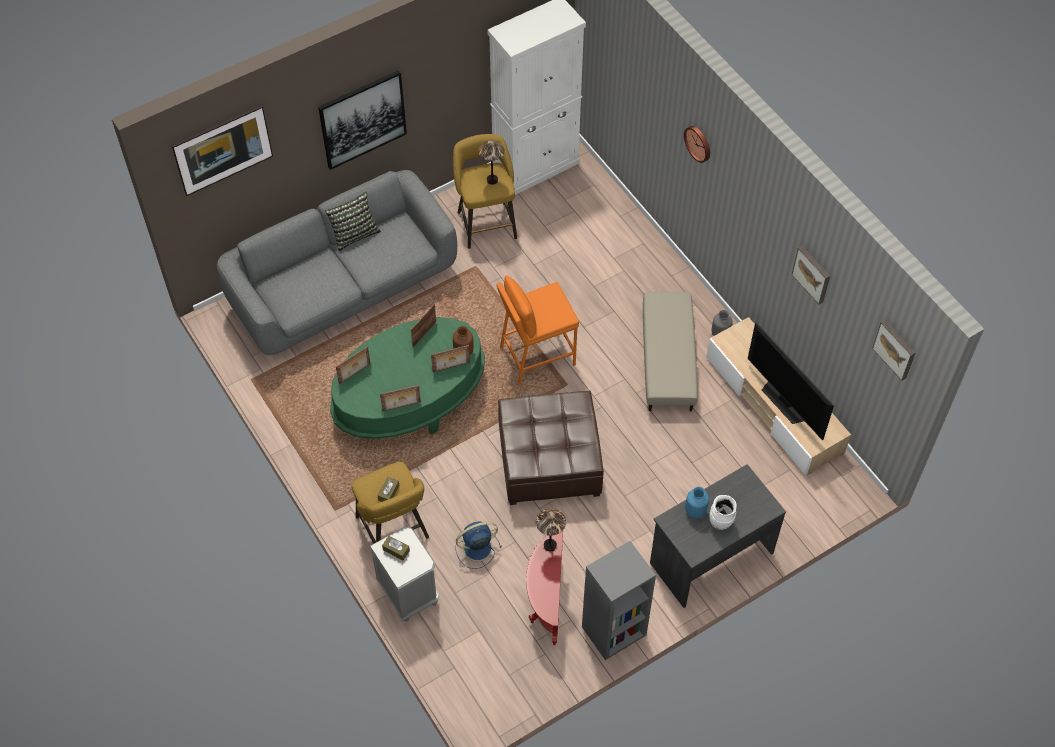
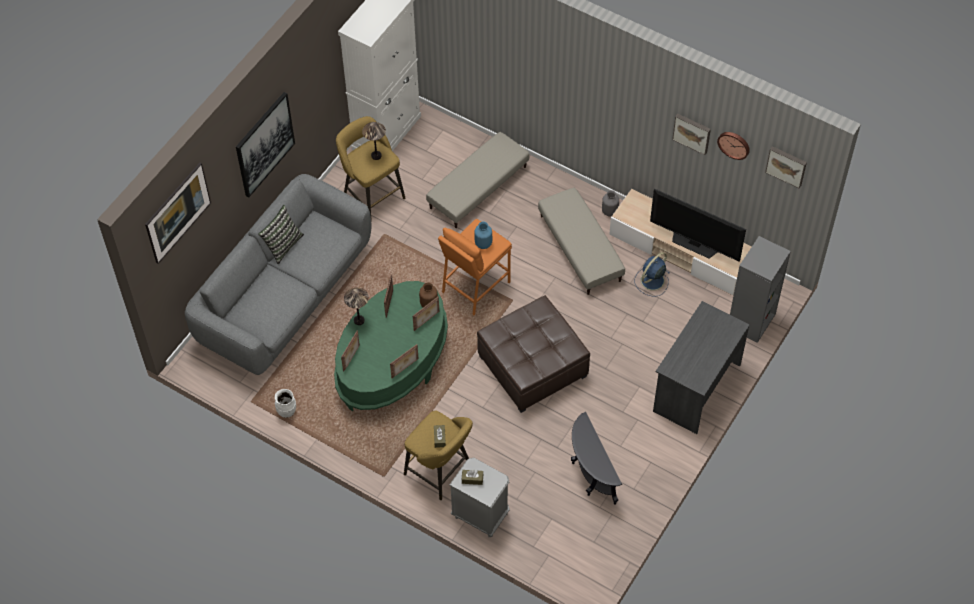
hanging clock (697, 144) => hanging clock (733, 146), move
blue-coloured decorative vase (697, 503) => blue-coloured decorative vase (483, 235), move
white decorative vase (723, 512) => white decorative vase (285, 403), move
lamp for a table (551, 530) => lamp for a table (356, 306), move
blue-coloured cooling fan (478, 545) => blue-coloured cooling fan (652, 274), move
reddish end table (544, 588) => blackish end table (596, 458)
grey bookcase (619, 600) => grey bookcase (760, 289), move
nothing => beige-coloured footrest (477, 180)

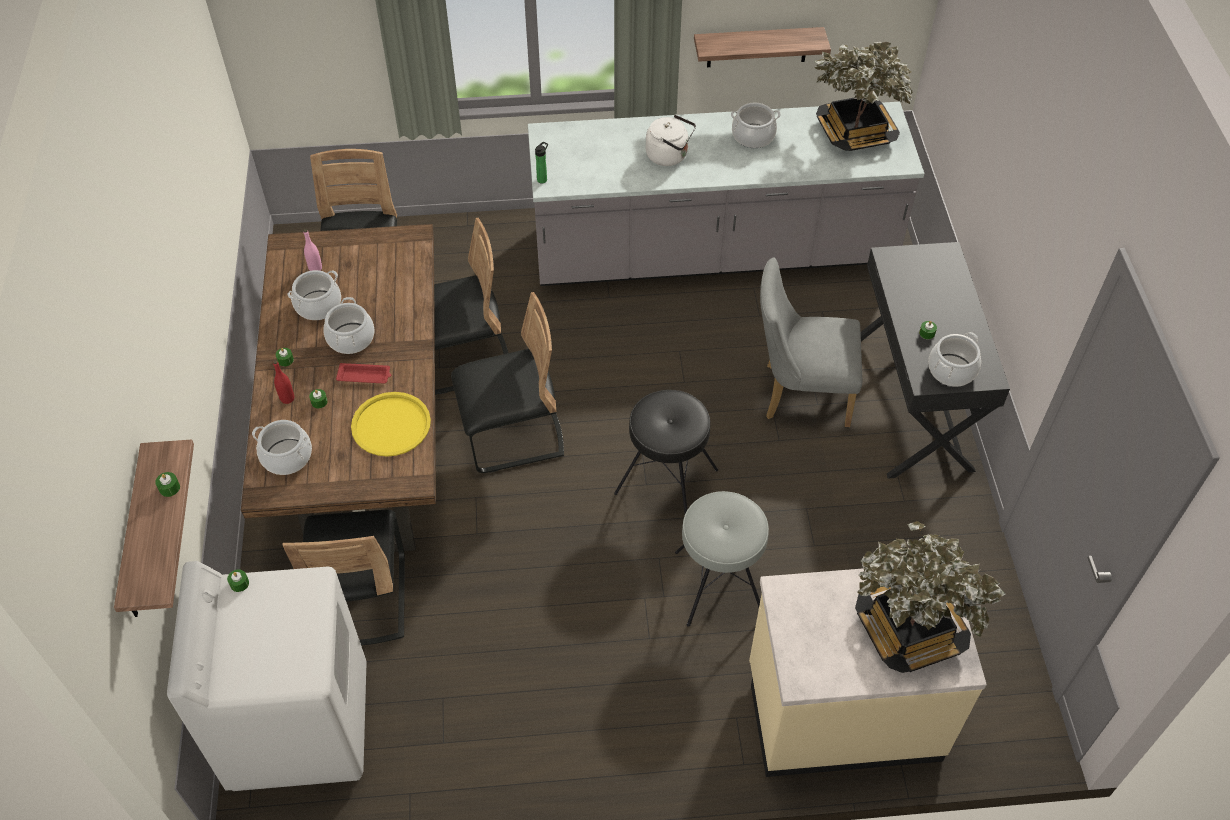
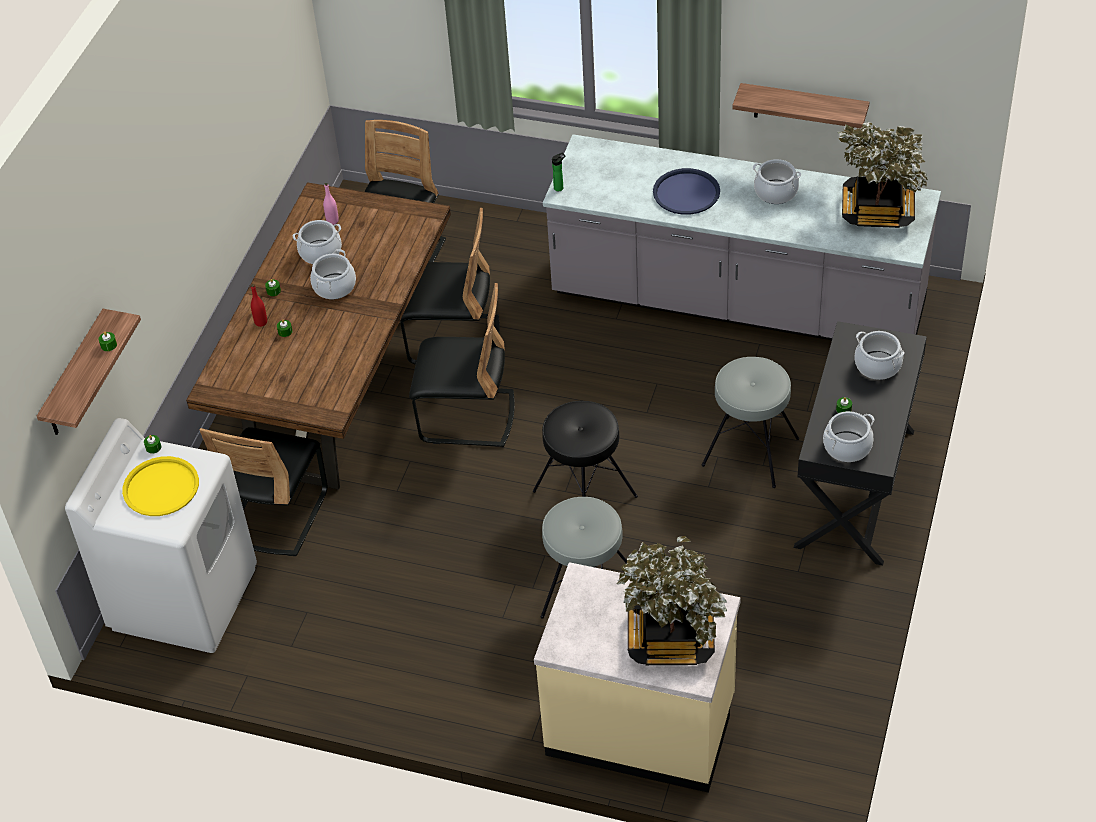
white kettle (671, 140) => blue-coloured tray (686, 191)
grey plain chair (811, 342) => grey sitting stool (750, 422)
reddish tray (363, 373) => nothing
yellow tray (391, 424) => yellow tray (160, 486), move
stockpot (282, 447) => stockpot (879, 355), move

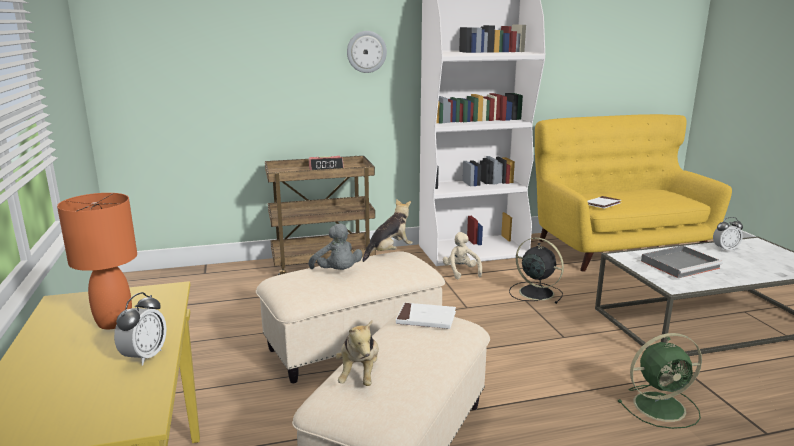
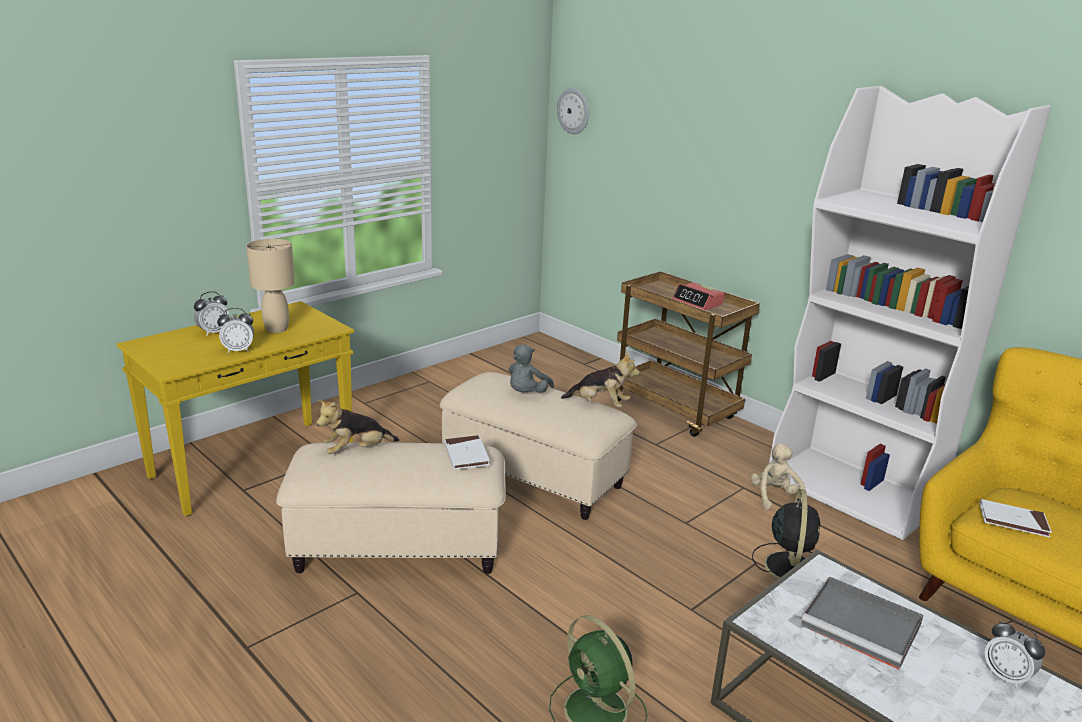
hanging clock (367, 52) => hanging clock (573, 111), move
orangey lamp for a table (97, 261) => beige-coloured lamp for a table (270, 286)
beige-coloured cuddly toy (462, 255) => beige-coloured cuddly toy (778, 476), 45 degrees counterclockwise
nothing => alarm clock (211, 313)

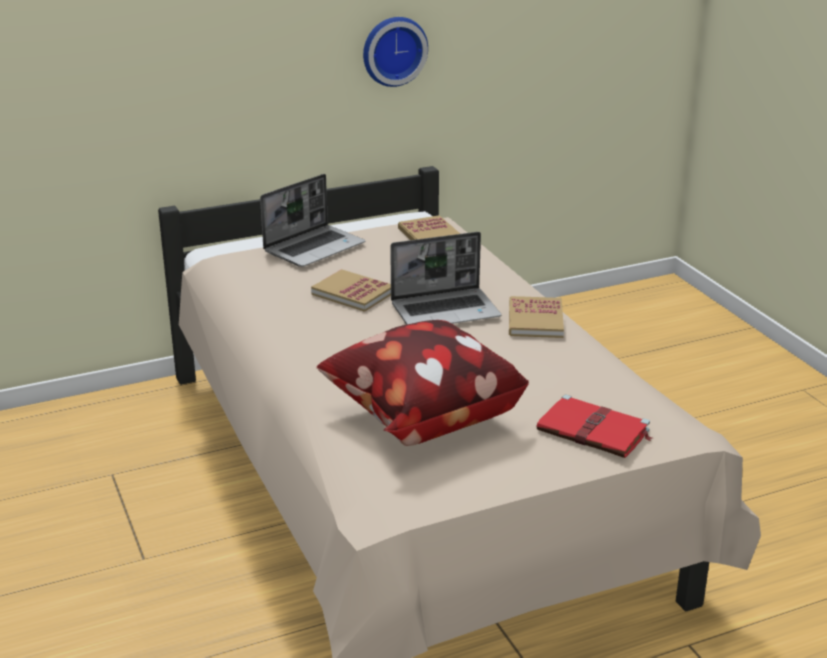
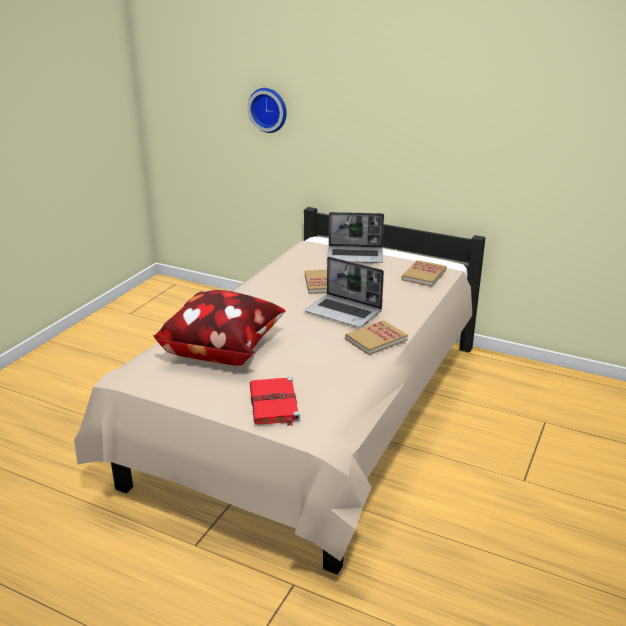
hanging clock (395, 52) => hanging clock (267, 110), move

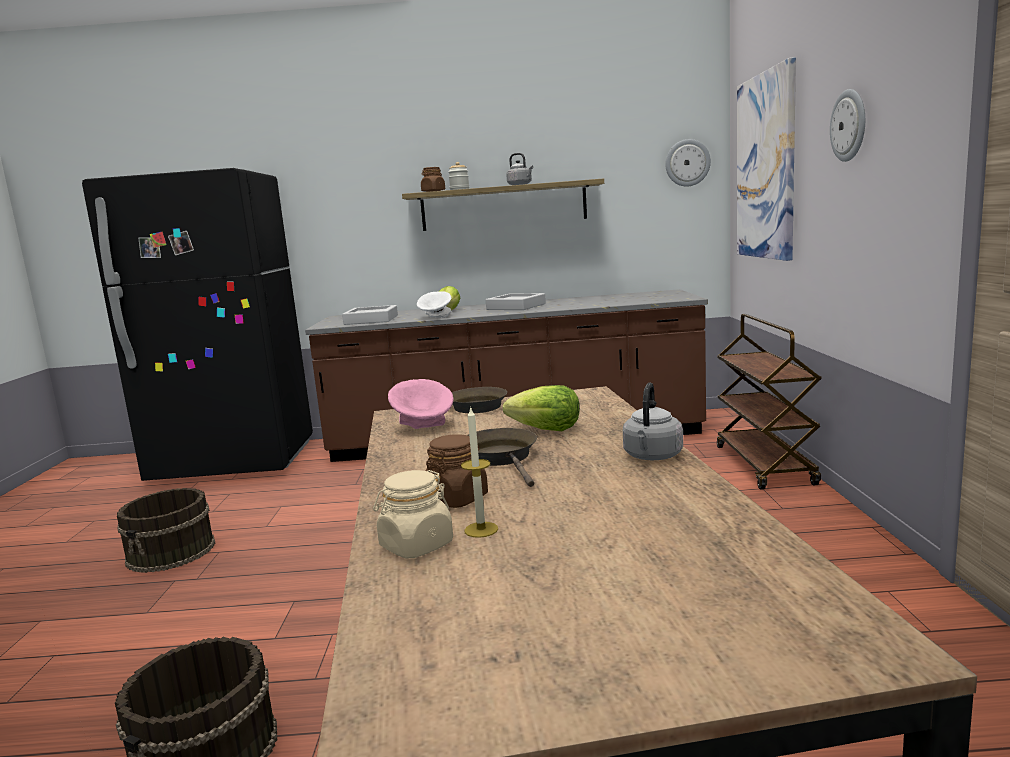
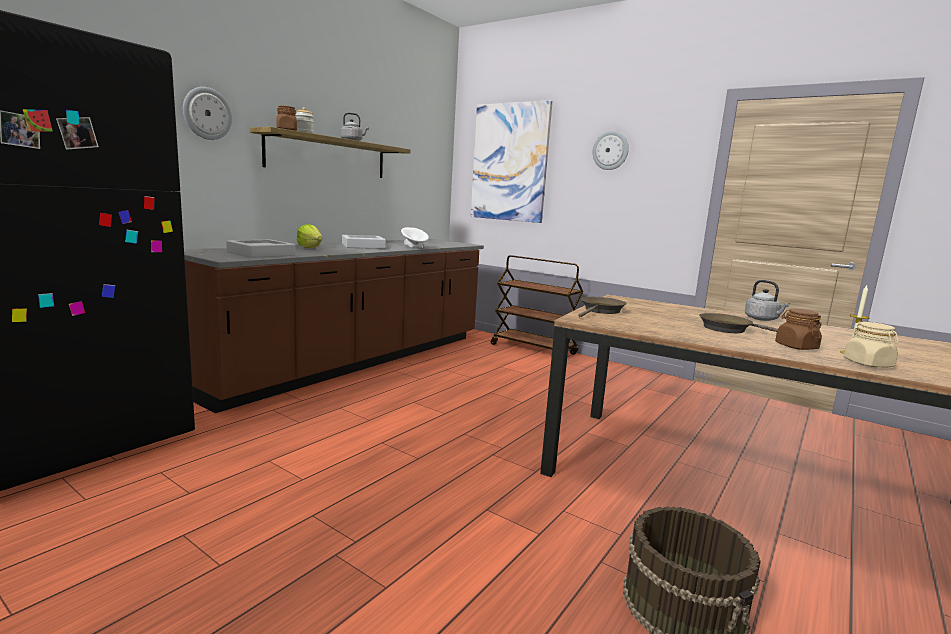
hanging clock (688, 163) => hanging clock (207, 113), move
white deep dish (433, 304) => white deep dish (415, 237), move
pink-coloured deep dish (420, 404) => nothing
head of lettuce (541, 408) => nothing
brown-coloured pail (166, 530) => nothing

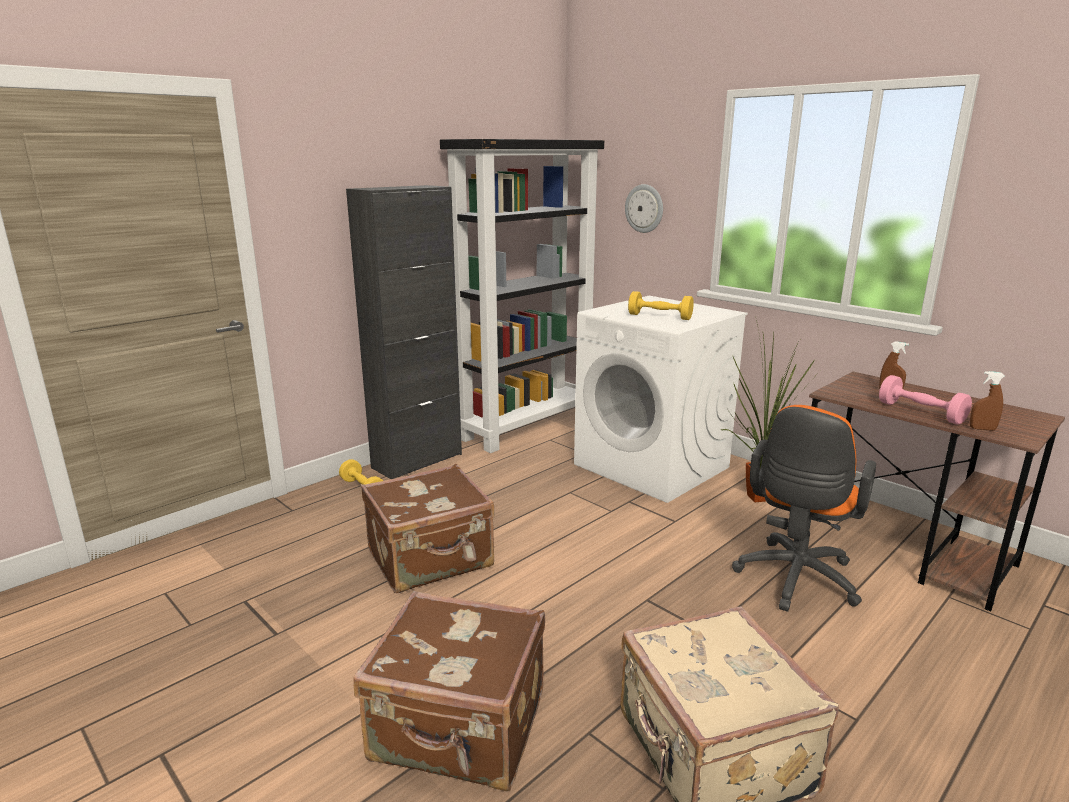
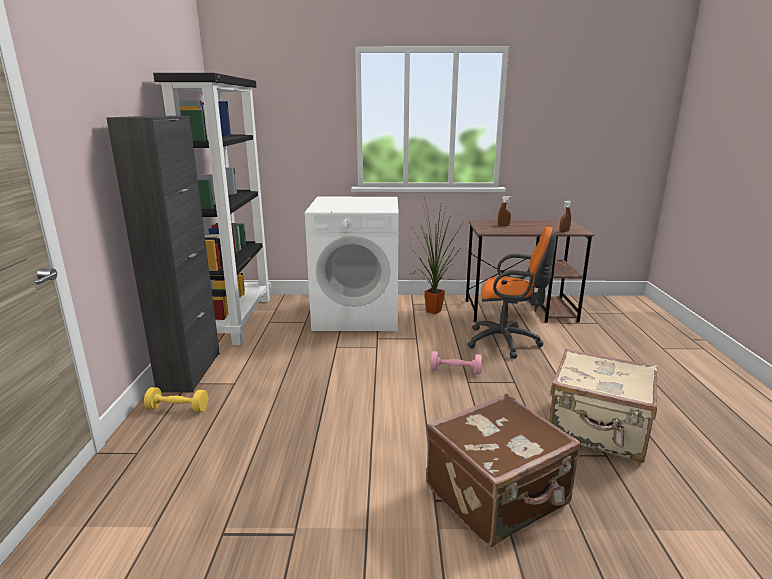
hanging clock (644, 208) => nothing
yellow dumbbell (661, 305) => nothing
pink-coloured dumbbell (925, 399) => pink-coloured dumbbell (456, 362), move
orangey office chair (804, 508) => orangey office chair (511, 293), 60 degrees counterclockwise
brown-coloured suitcase (427, 528) => nothing

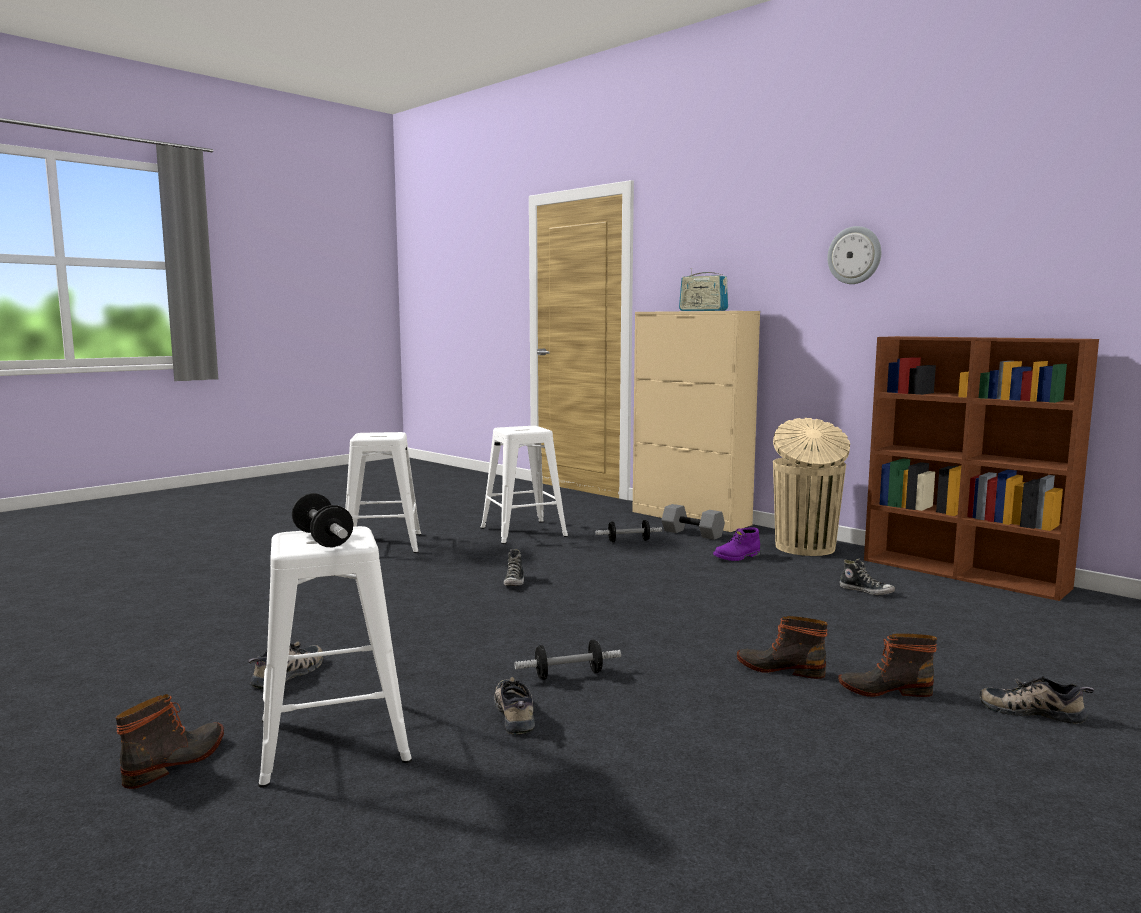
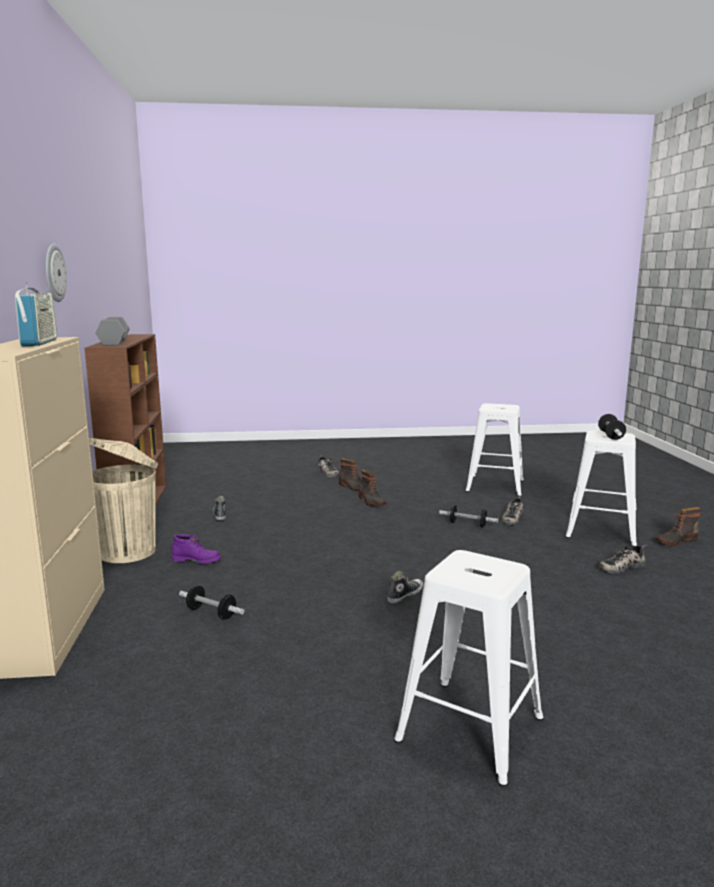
white sitting stool (524, 485) => white sitting stool (495, 450), move
grey dumbbell (693, 522) => grey dumbbell (113, 331), move

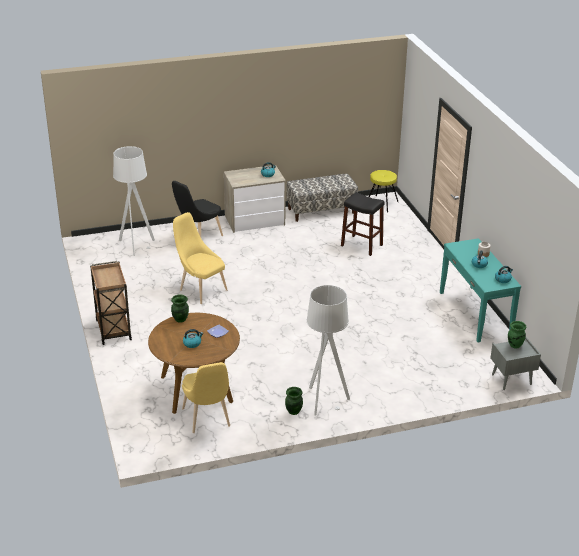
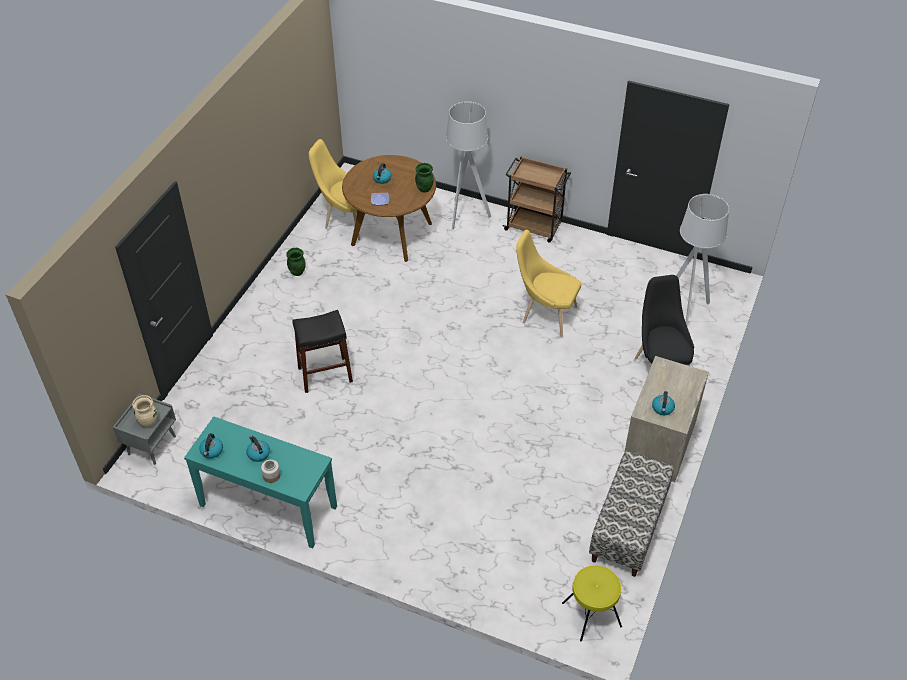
blackish sitting stool (362, 224) => blackish sitting stool (322, 351), move
yellow plain chair (200, 258) => yellow plain chair (548, 283), 150 degrees counterclockwise
grey standing lamp (328, 350) => grey standing lamp (468, 165), move
green decorative vase (517, 335) => beige-coloured decorative vase (144, 411)

